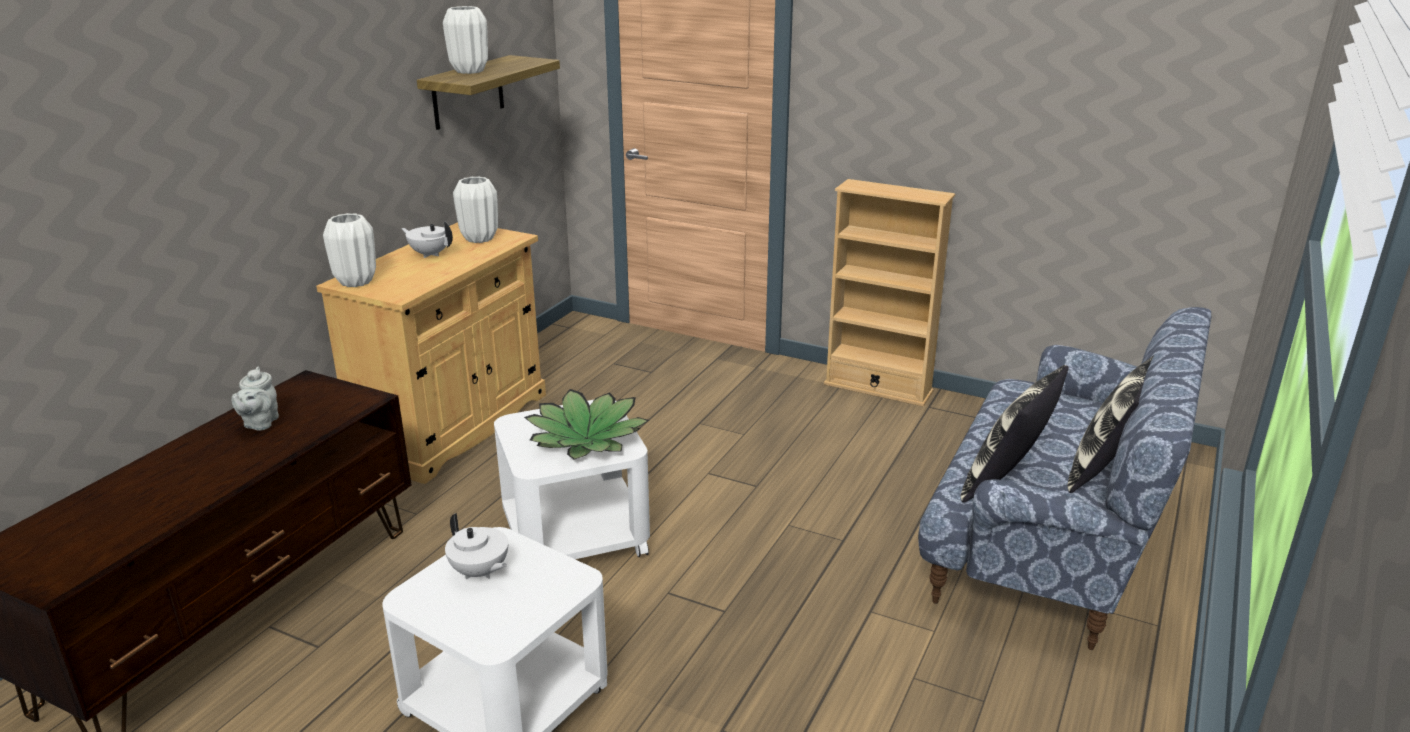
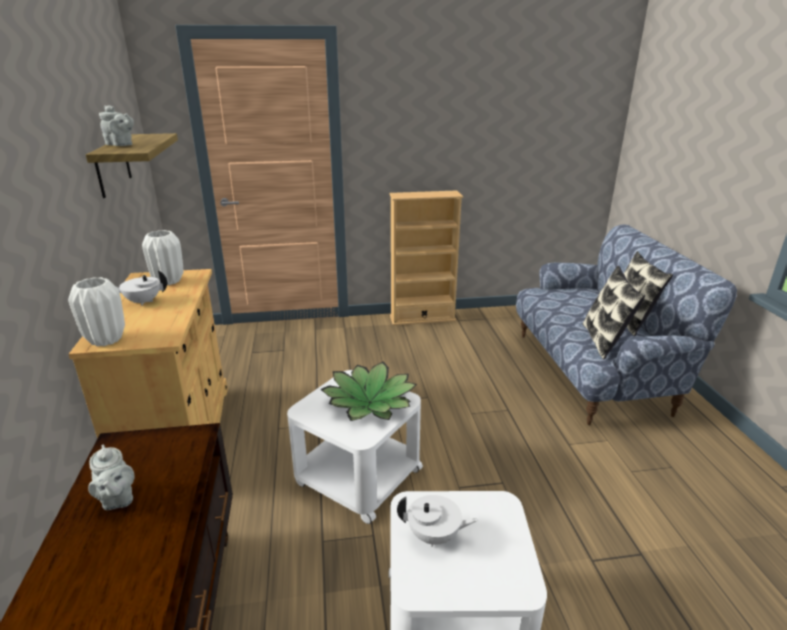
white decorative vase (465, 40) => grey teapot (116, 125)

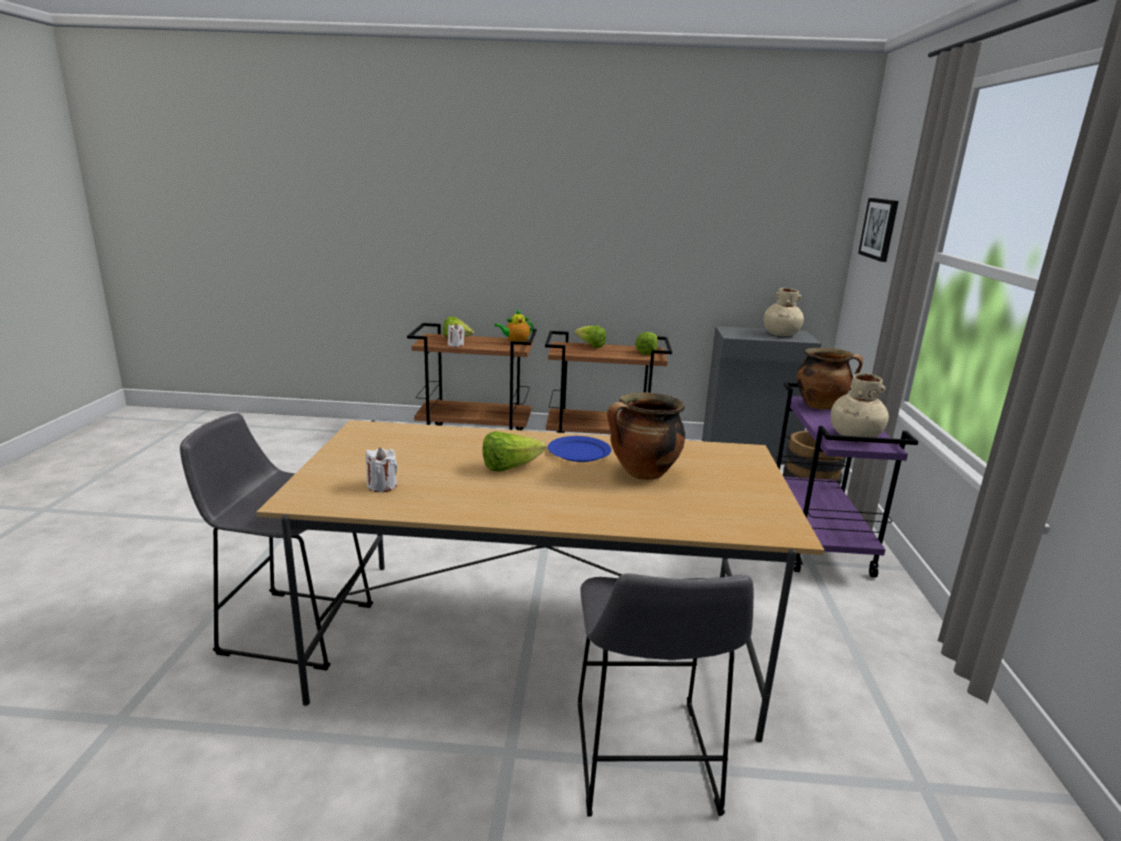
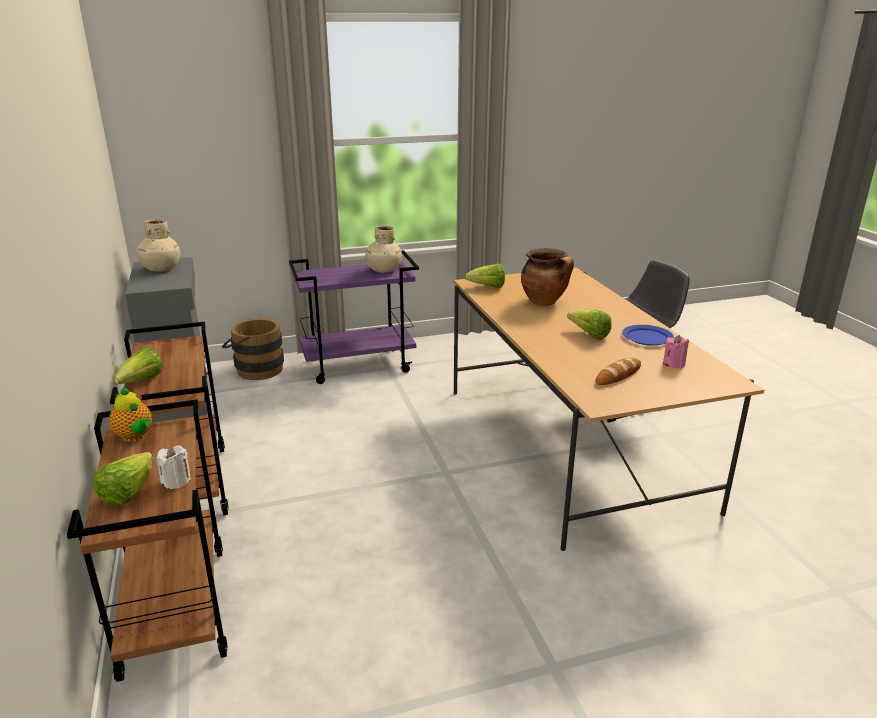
wall picture (878, 230) => nothing
head of lettuce (646, 343) => head of lettuce (485, 276), move
stockpot (830, 378) => nothing
grey sitting stool (277, 542) => nothing
blue-coloured dinner plate (579, 449) => blue-coloured dinner plate (648, 335), move
white wax light (381, 469) => pink-coloured wax light (676, 351)
nothing => baked bread (618, 371)

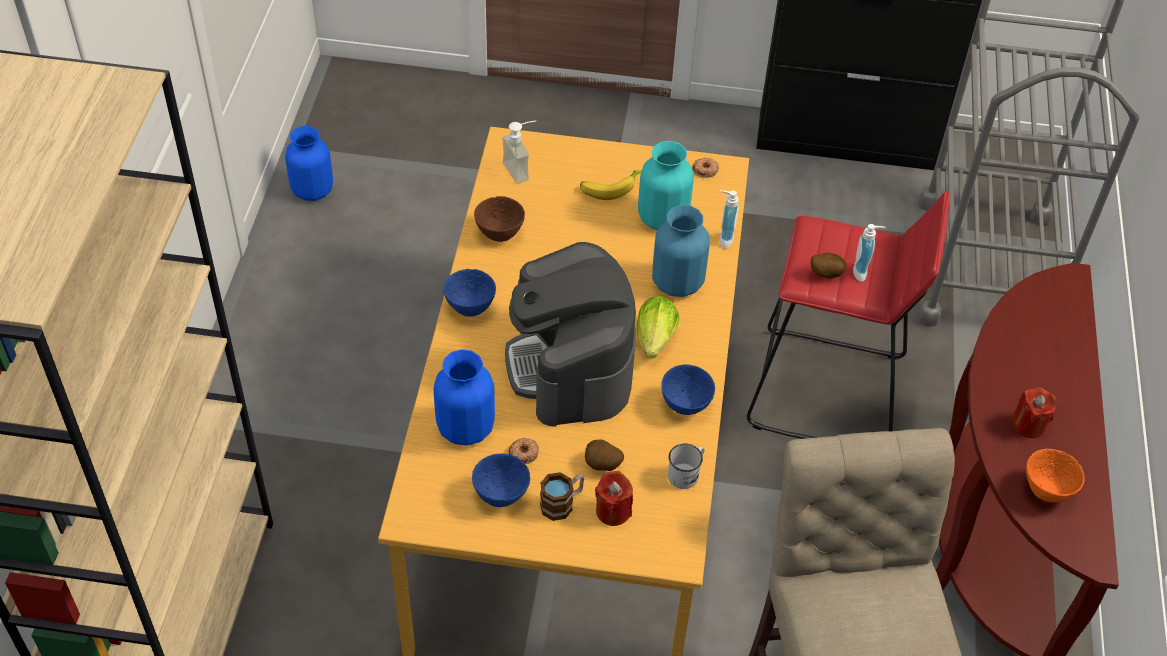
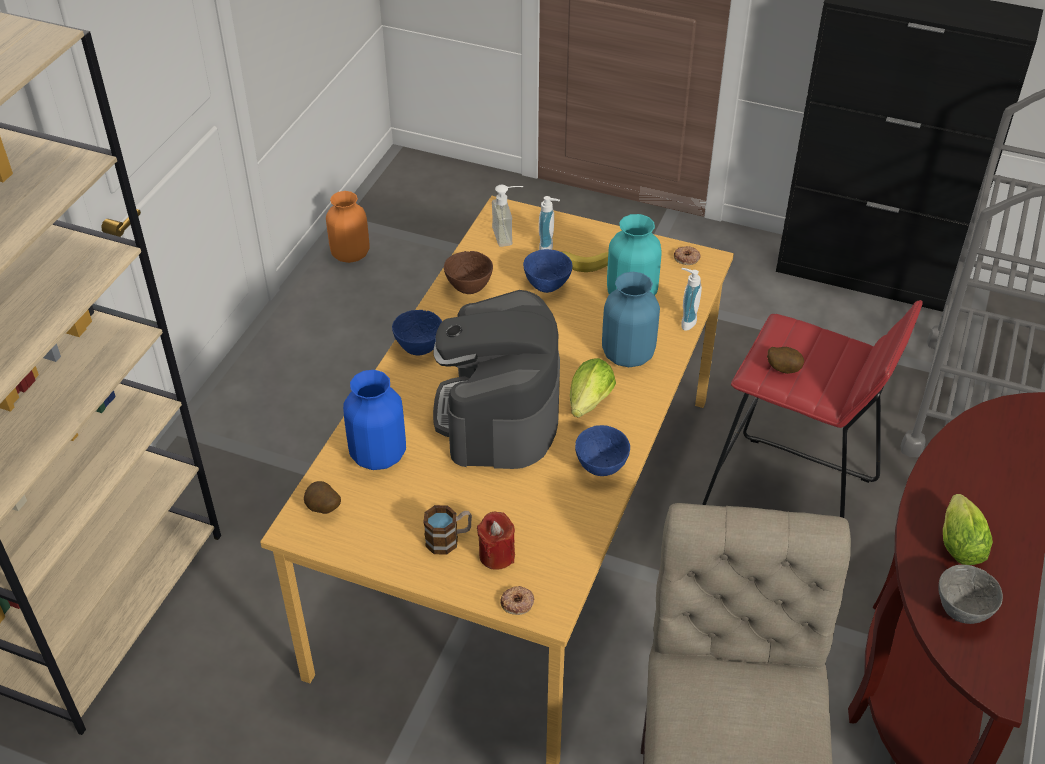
blue-coloured decorative vase (309, 163) => orangey decorative vase (348, 227)
soap bottle (869, 253) => soap bottle (549, 223), move
reddish wax light (1034, 412) => head of lettuce (968, 529)
donut (524, 451) => donut (517, 600), move
potato (604, 455) => potato (322, 497), move
white mug (686, 466) => nothing
orangey deep dish (1055, 475) => grey deep dish (970, 594)
blue-coloured deep dish (501, 480) => blue-coloured deep dish (547, 271), move

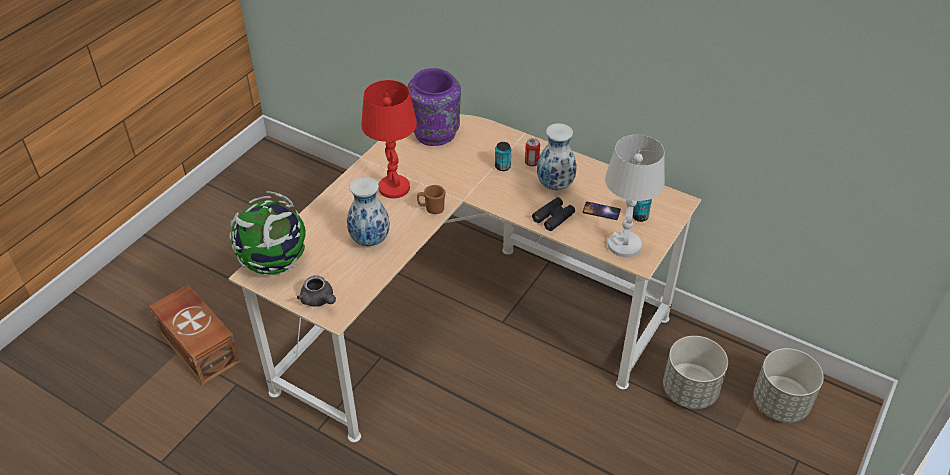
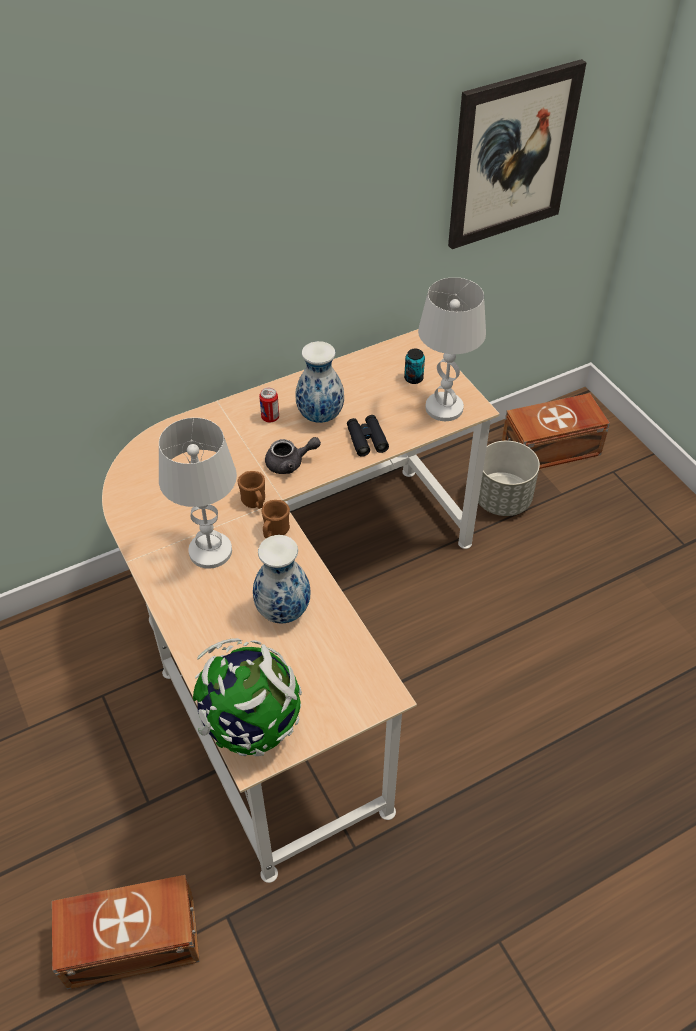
purple decorative vase (434, 107) => nothing
reddish lamp for a table (389, 139) => white lamp for a table (198, 493)
metal can (503, 156) => nothing
handset (602, 211) => nothing
grey teapot (316, 291) => grey teapot (293, 455), move
grey plant pot (789, 385) => brown-coloured storage bin (556, 431)
nothing => wall picture (517, 154)
nothing => brown-coloured mug (251, 490)

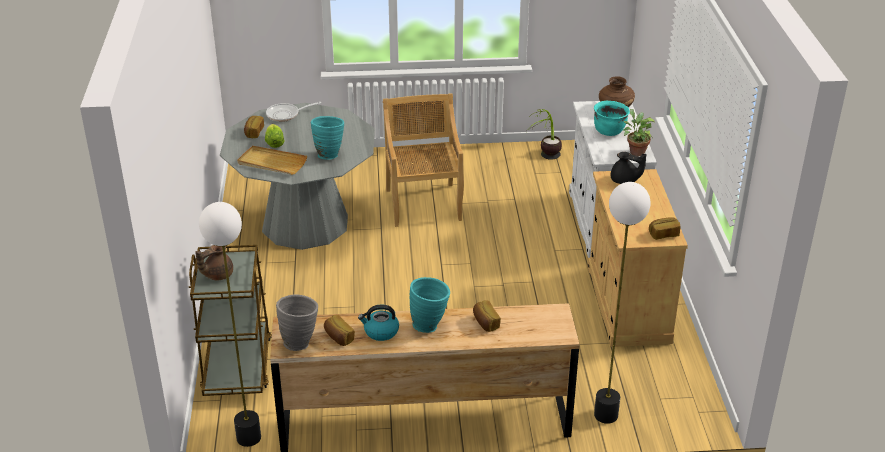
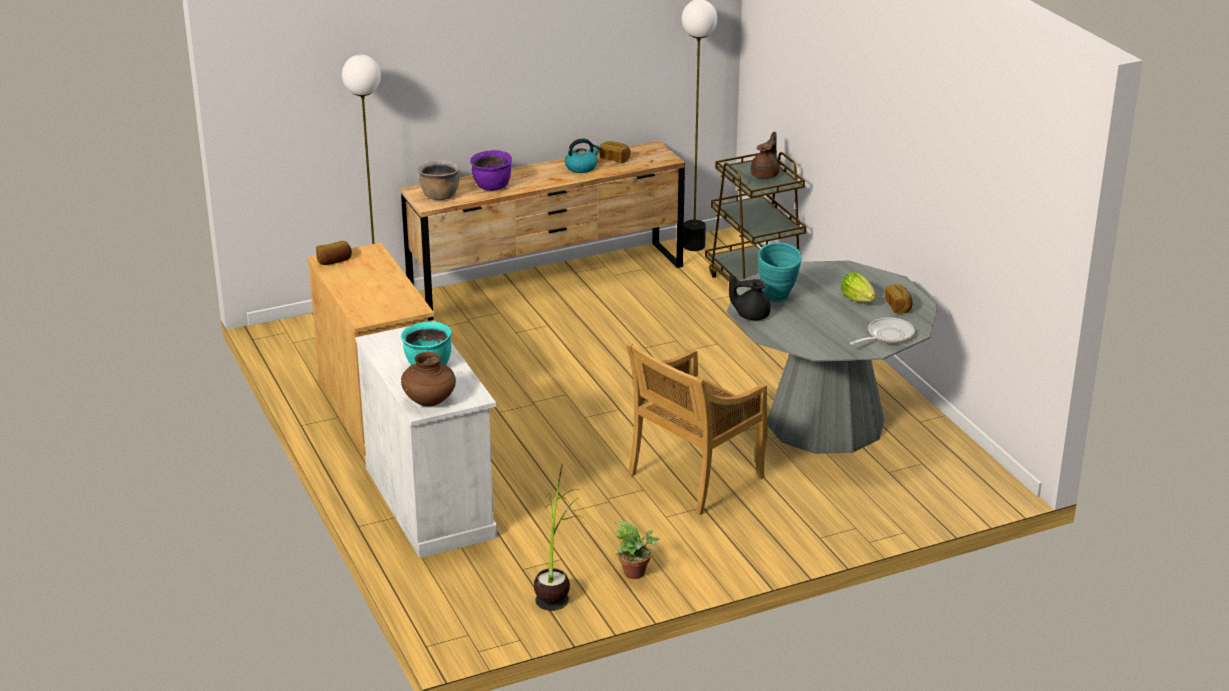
beige-coloured plain chair (423, 160) => beige-coloured plain chair (697, 428), 75 degrees clockwise
houseplant (639, 132) => houseplant (637, 550), move
beige-coloured tray (272, 160) => nothing
blackish teapot (628, 168) => blackish teapot (750, 297), move
blue-green decorative vase (430, 305) => nothing
grey decorative vase (297, 322) => nothing
baked bread (487, 316) => purple stockpot (491, 170)
nothing => brown-coloured stockpot (438, 180)

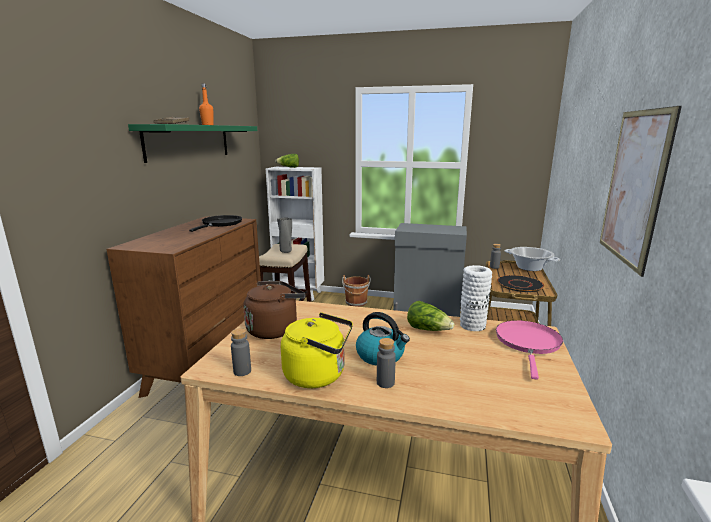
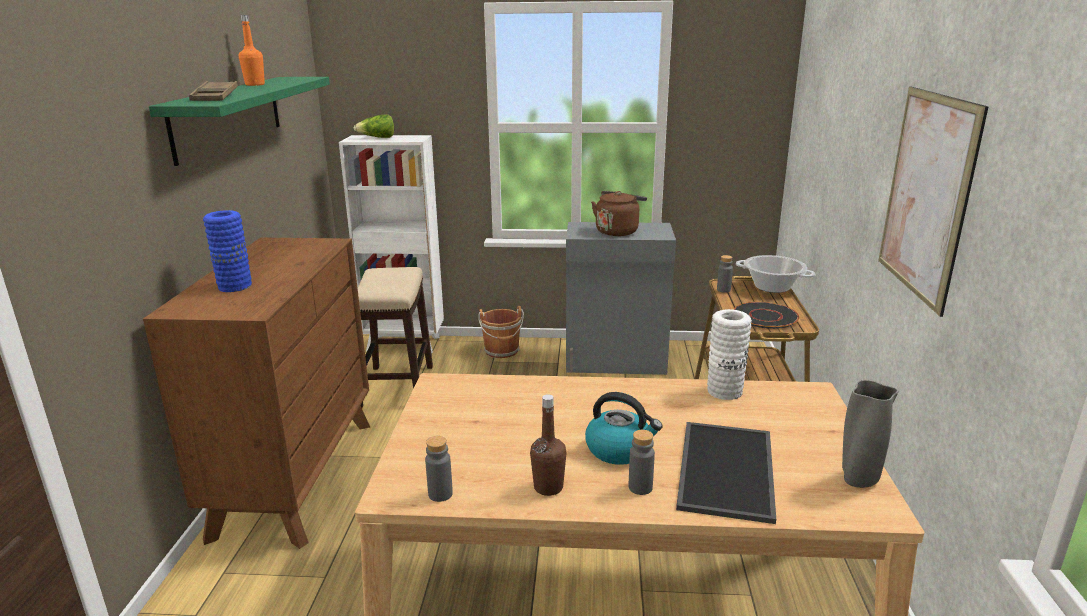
blackish skillet (215, 223) => nothing
grey decorative vase (284, 235) => grey decorative vase (870, 434), move
brown-coloured kettle (274, 310) => brown-coloured kettle (619, 213), move
head of lettuce (431, 316) => nothing
yellow kettle (317, 350) => brown-coloured beverage bottle (548, 445)
pink-coloured skillet (529, 350) => nothing
nothing => blue-coloured decorative vase (227, 251)
nothing => tray (726, 473)

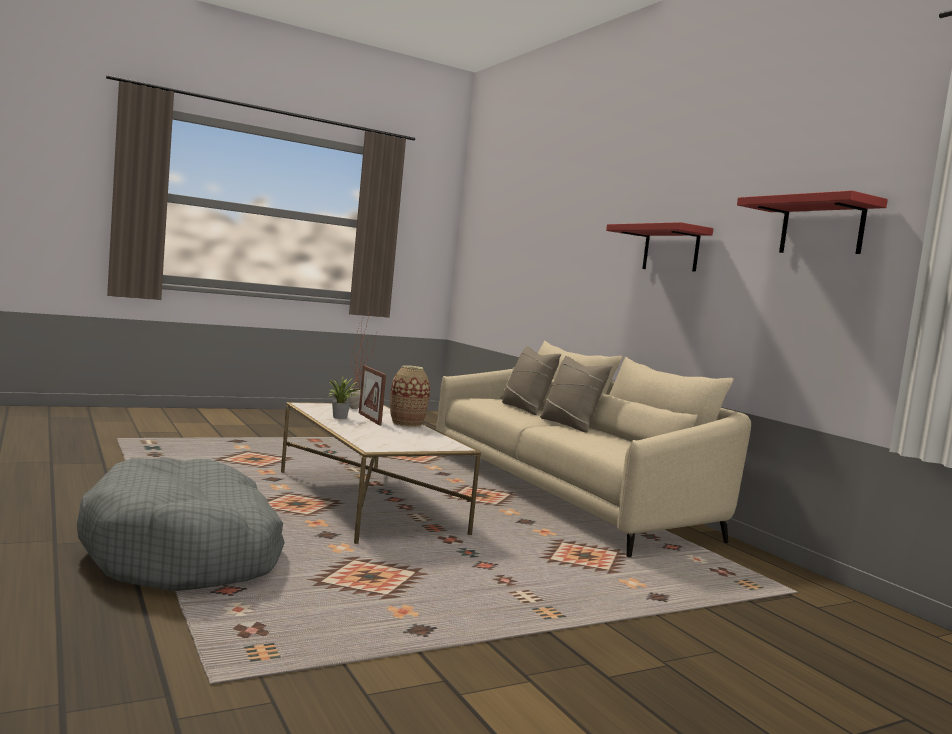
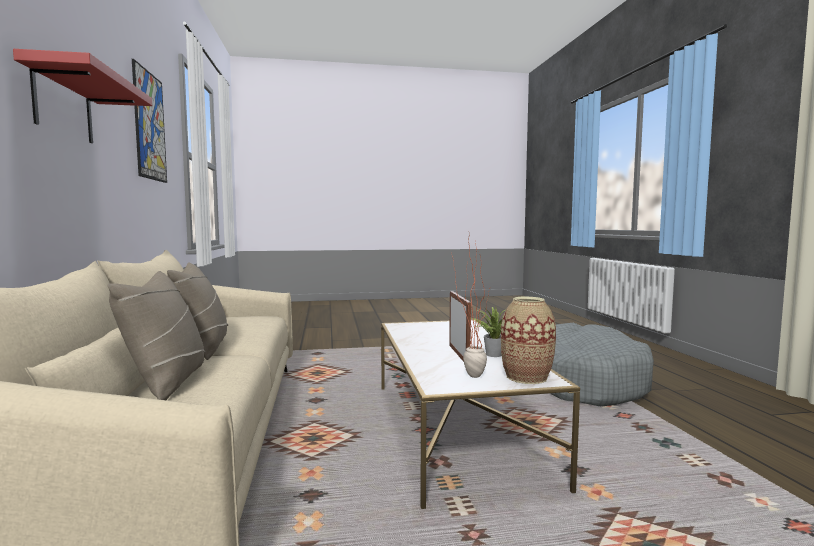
reddish wall shelf (812, 222) => wall picture (149, 121)
decorative vase (410, 396) => decorative vase (528, 340), move

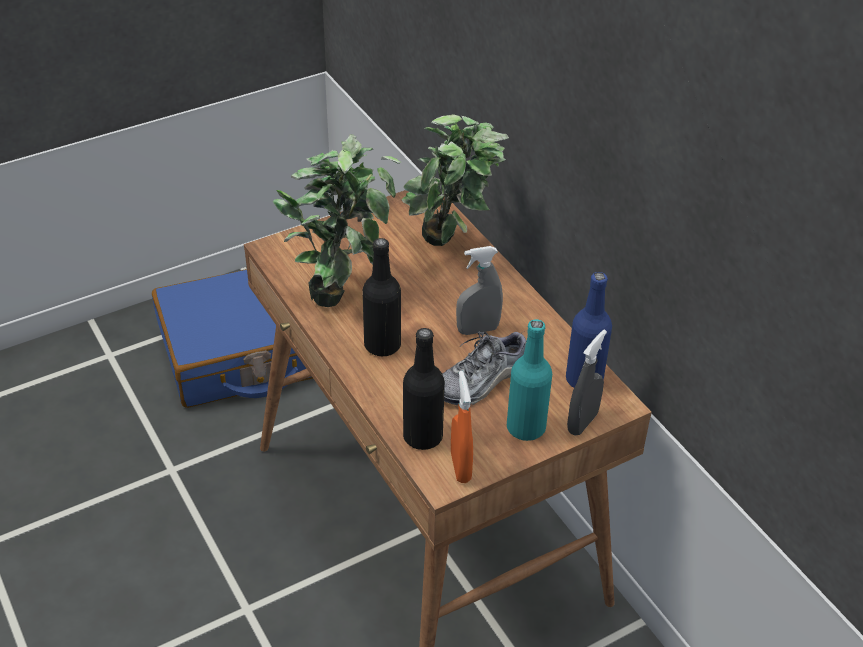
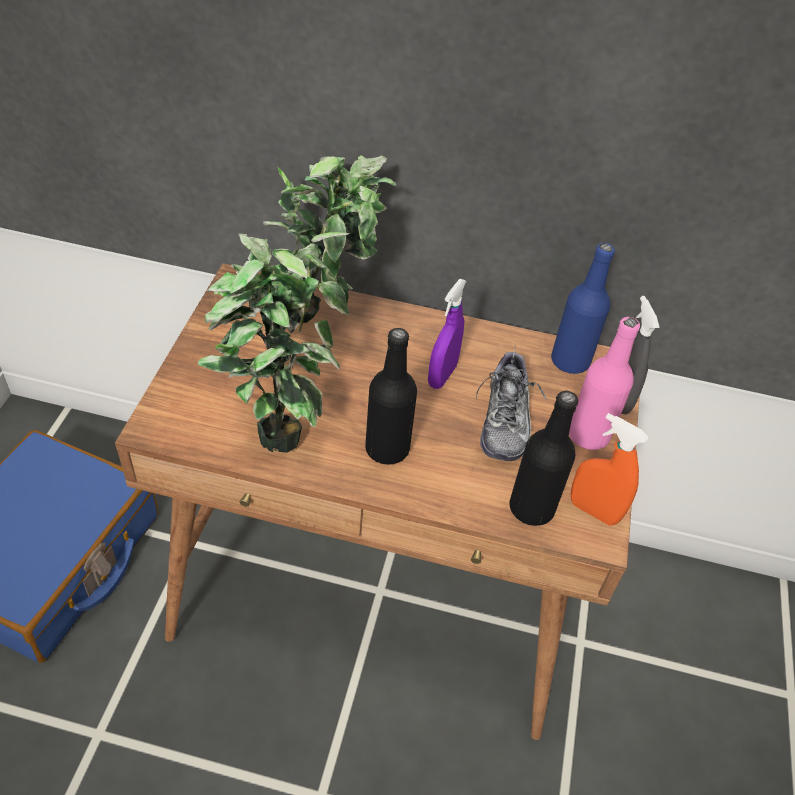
grey sprayer (479, 290) => purple sprayer (447, 334)
blue-green beverage bottle (529, 380) => pink-coloured beverage bottle (604, 383)

